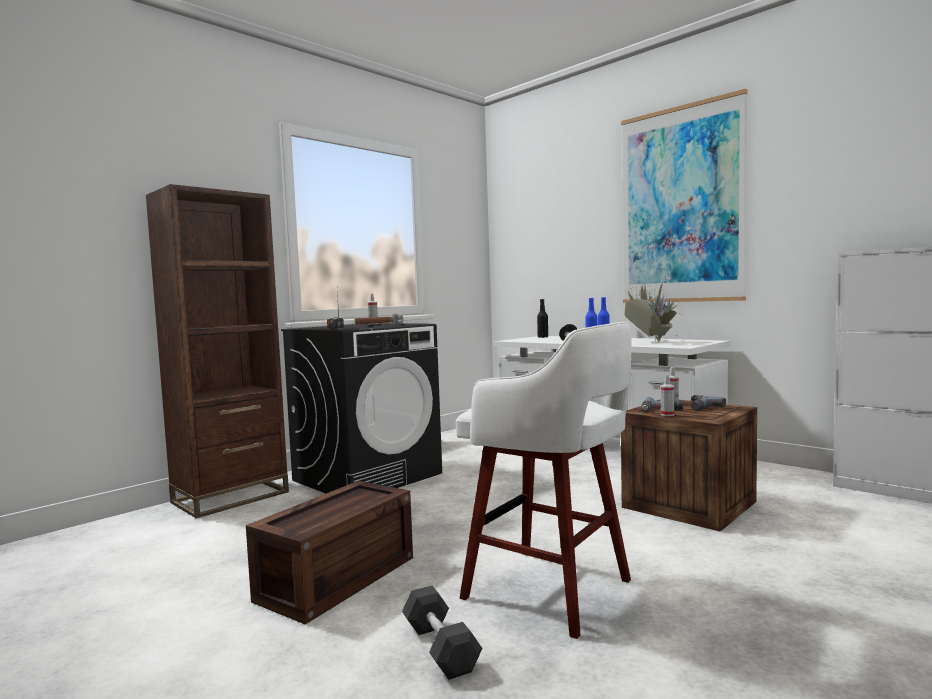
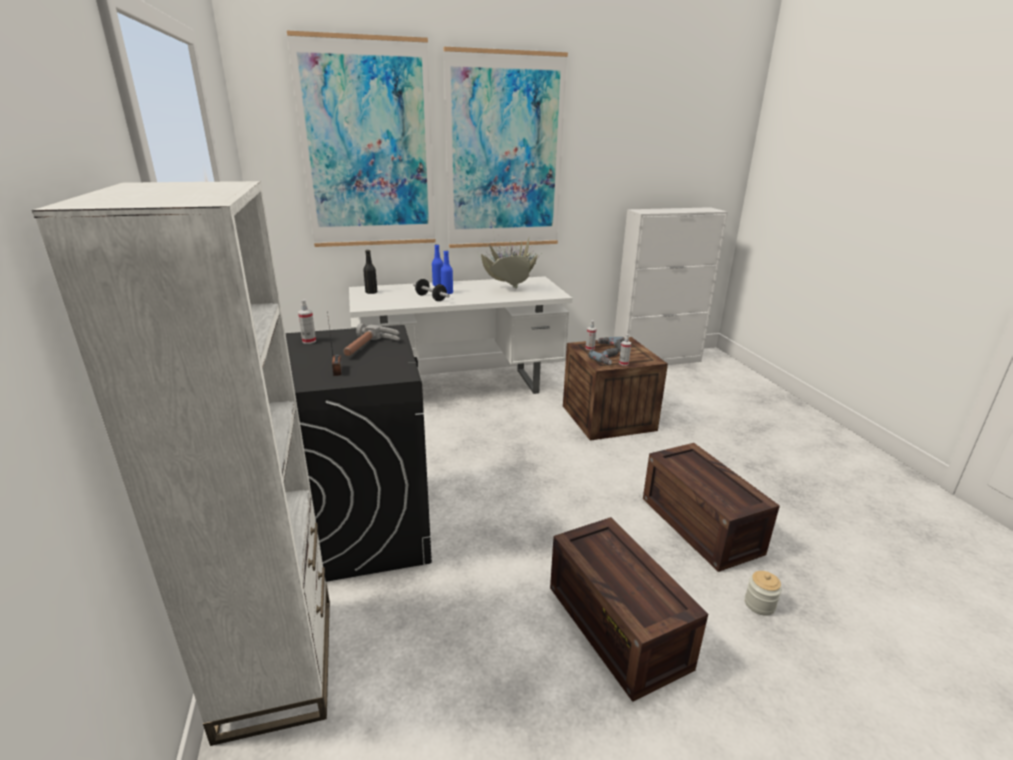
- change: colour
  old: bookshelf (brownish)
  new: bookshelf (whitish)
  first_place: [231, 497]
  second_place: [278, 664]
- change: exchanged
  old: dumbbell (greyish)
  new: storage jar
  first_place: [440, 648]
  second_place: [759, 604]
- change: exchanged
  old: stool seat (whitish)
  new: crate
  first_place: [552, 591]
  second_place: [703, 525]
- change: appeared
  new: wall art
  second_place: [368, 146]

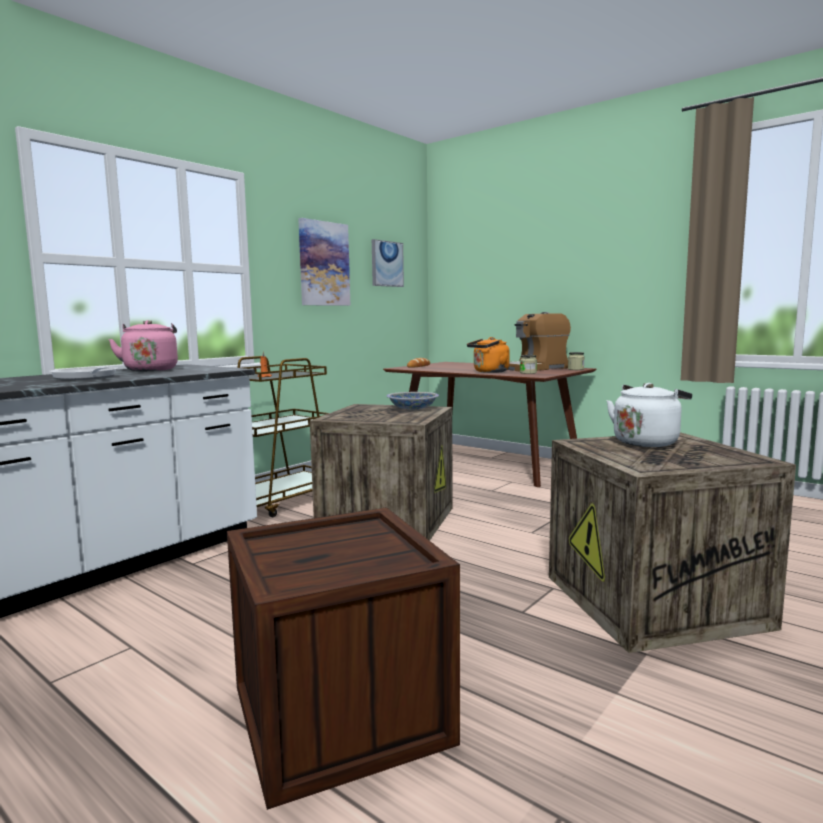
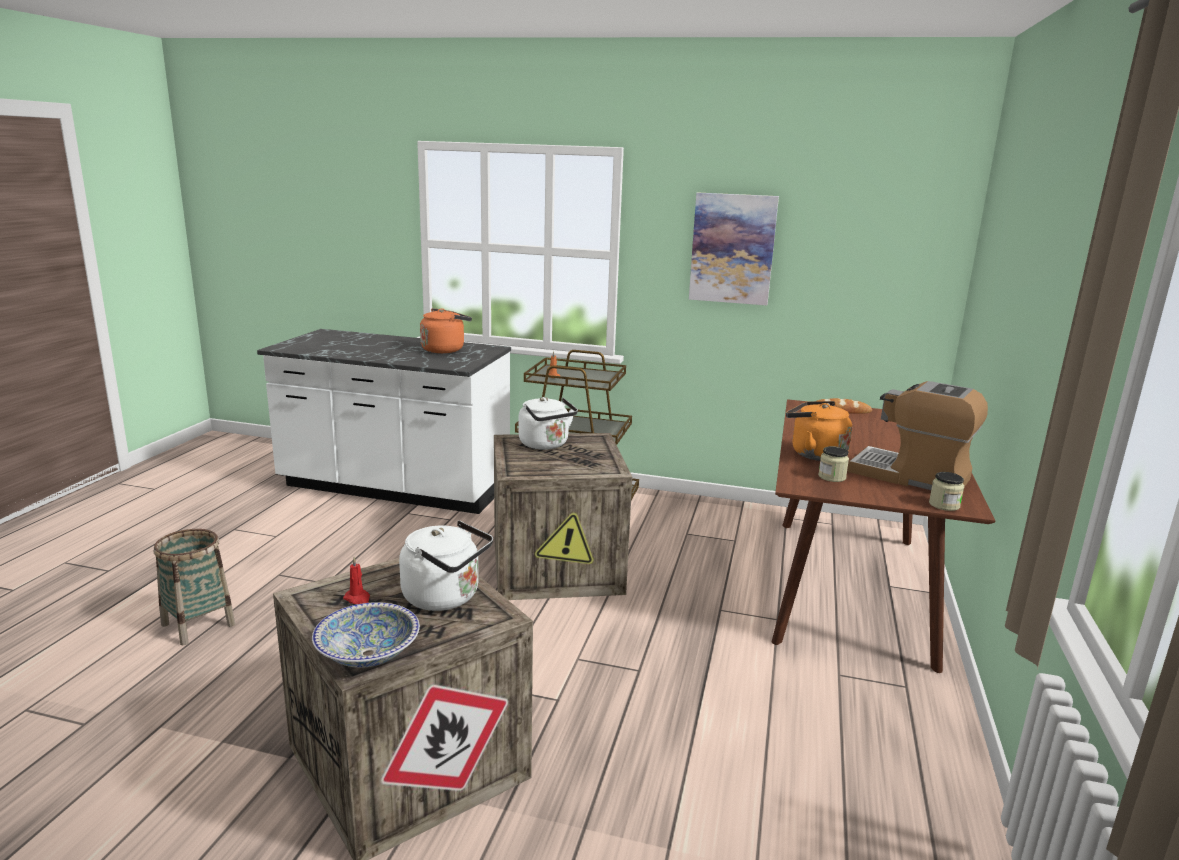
- change: missing
  old: frying pan
  first_place: [86, 378]
- change: colour
  old: tea kettle (pink-coloured)
  new: tea kettle (orange)
  first_place: [151, 370]
  second_place: [445, 349]
- change: exchanged
  old: crate
  new: storage basket
  first_place: [339, 713]
  second_place: [198, 624]
- change: missing
  old: wall art
  first_place: [387, 264]
- change: relocated
  old: serving bowl
  first_place: [412, 409]
  second_place: [368, 653]
- change: appeared
  new: wax light (red)
  second_place: [357, 598]
- change: appeared
  new: tea kettle (whitish)
  second_place: [546, 445]

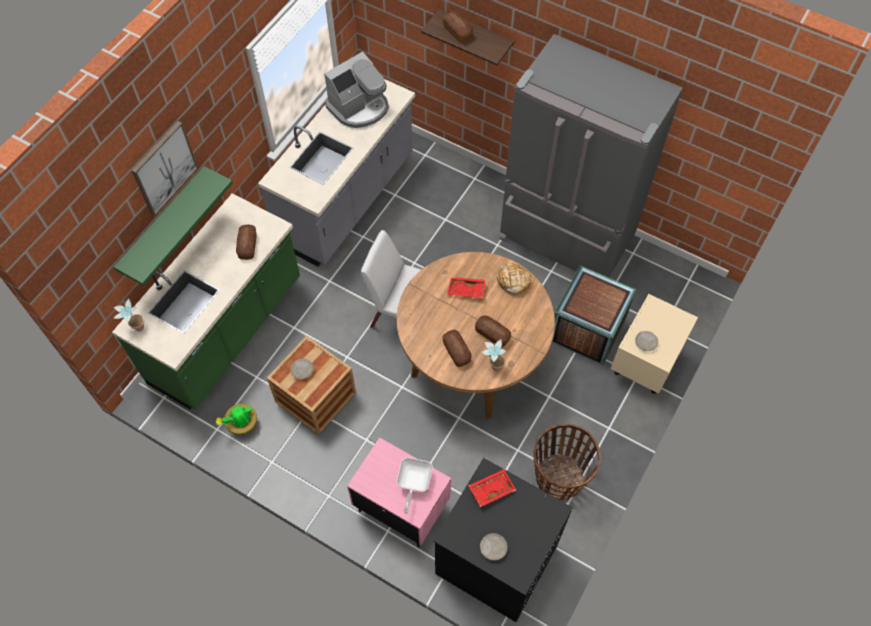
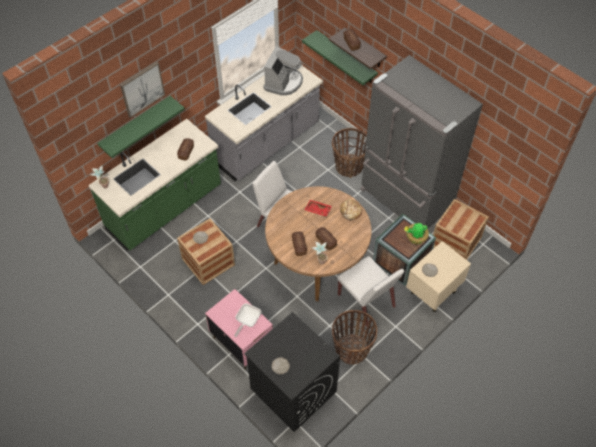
- change: relocated
  old: houseplant
  first_place: [242, 425]
  second_place: [415, 238]
- change: spun
  old: coffee machine
  first_place: [359, 108]
  second_place: [283, 82]
  degrees: -45
- change: missing
  old: tray (red)
  first_place: [491, 489]
- change: appeared
  new: bracket shelf (greenish)
  second_place: [346, 57]
- change: appeared
  new: storage basket
  second_place: [349, 166]
- change: appeared
  new: plain chair (whitish)
  second_place: [366, 301]
- change: appeared
  new: crate
  second_place: [455, 242]

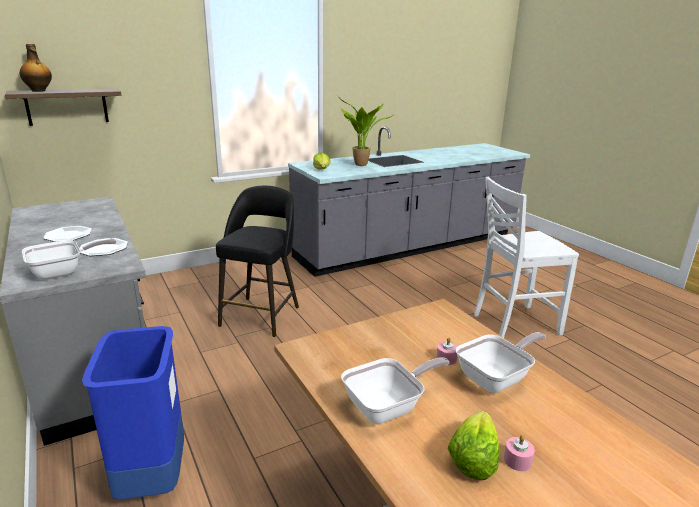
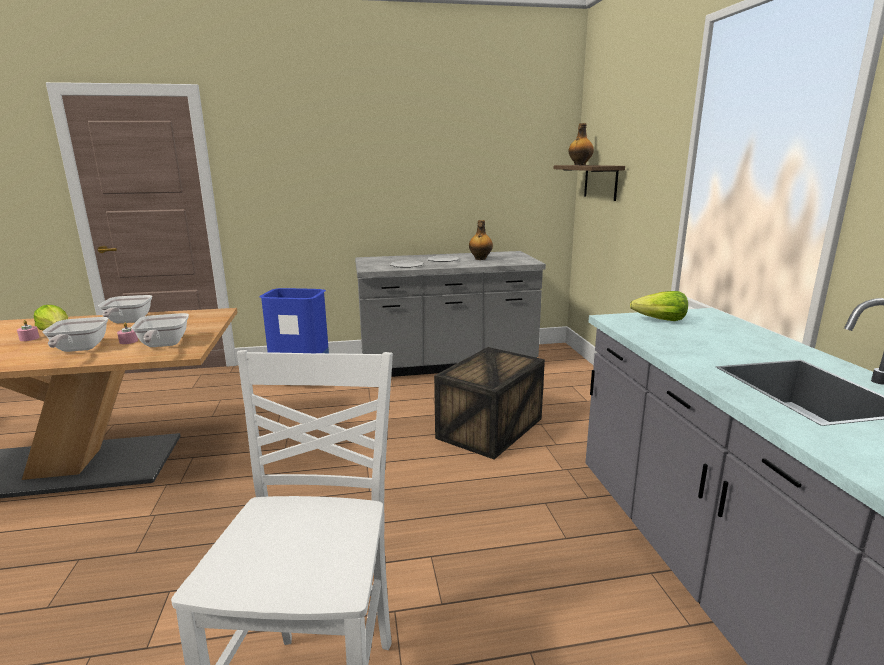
- change: relocated
  old: frying pan
  first_place: [63, 272]
  second_place: [163, 345]
- change: exchanged
  old: stool seat (black)
  new: crate
  first_place: [261, 315]
  second_place: [489, 429]
- change: missing
  old: houseplant
  first_place: [360, 165]
- change: appeared
  new: beverage bottle
  second_place: [480, 259]

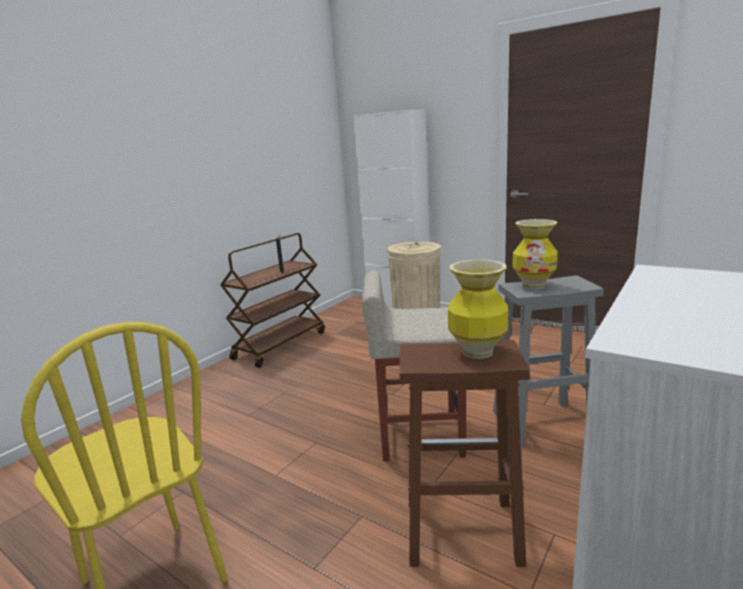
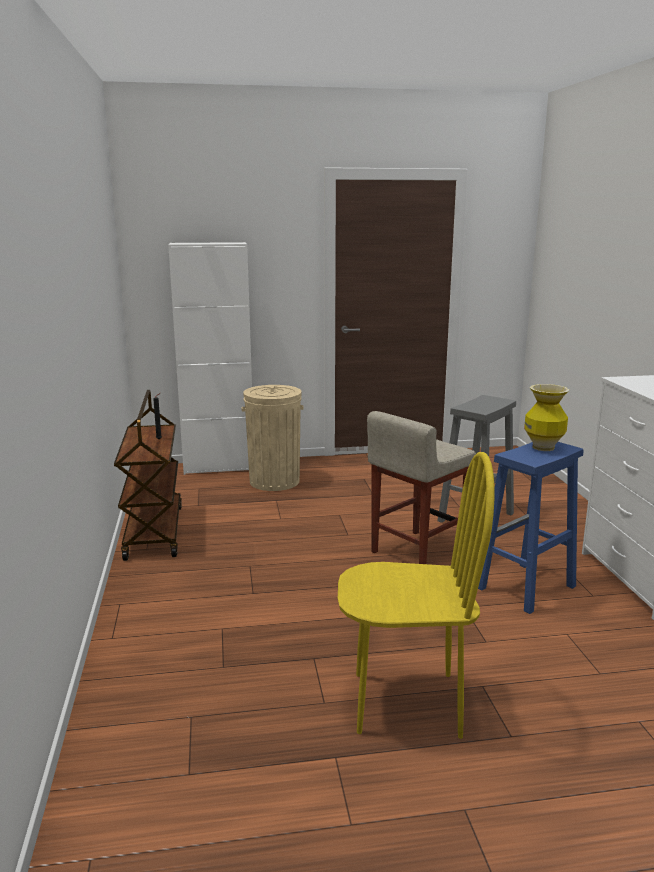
- change: colour
  old: stool seat (brownish)
  new: stool seat (blue)
  first_place: [459, 532]
  second_place: [525, 588]
- change: missing
  old: vase
  first_place: [534, 285]

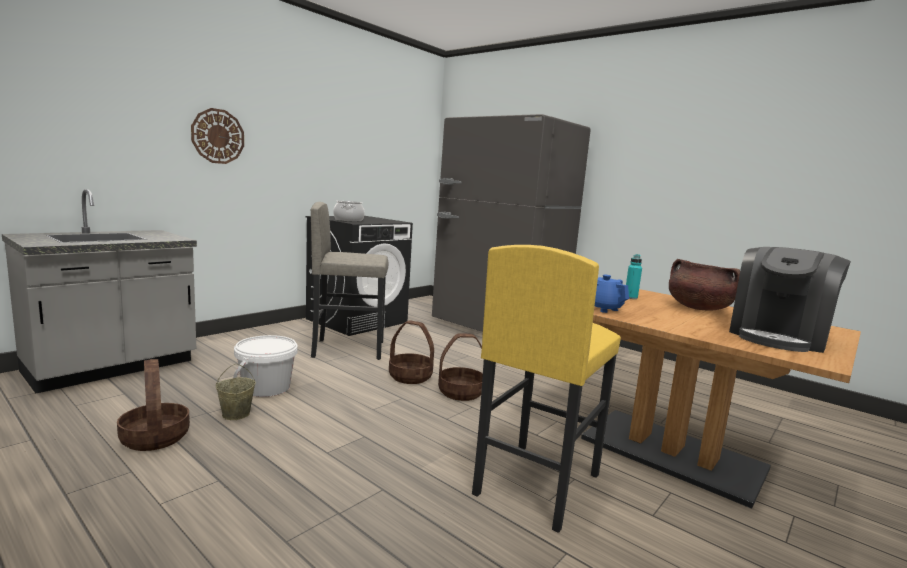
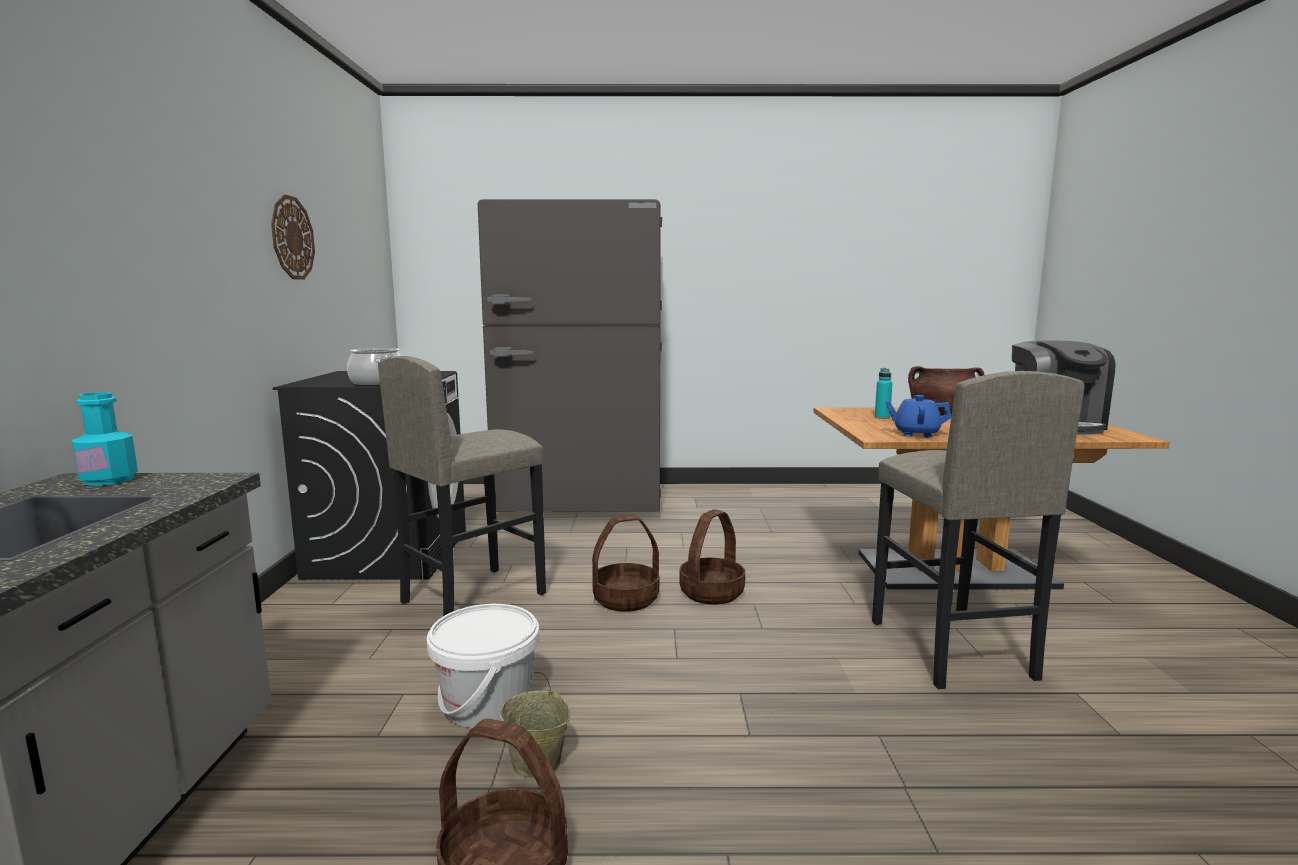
- change: relocated
  old: wall clock
  first_place: [218, 136]
  second_place: [292, 238]
- change: colour
  old: stool seat (yellow)
  new: stool seat (greyish)
  first_place: [536, 484]
  second_place: [949, 649]
- change: appeared
  new: beverage bottle (turquoise)
  second_place: [109, 480]

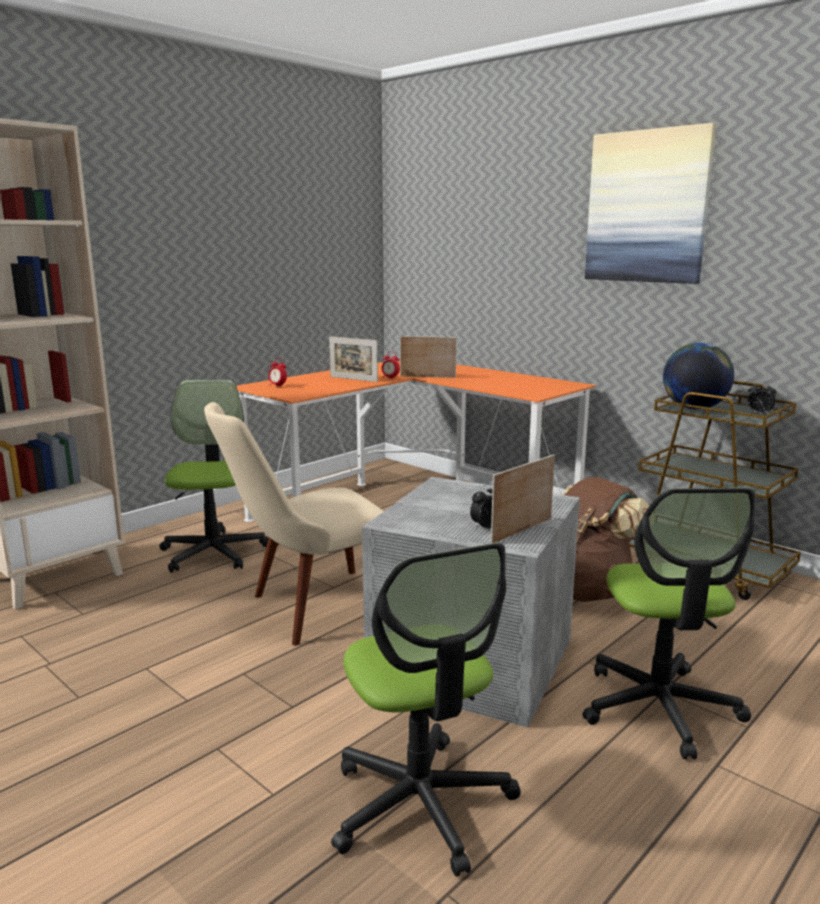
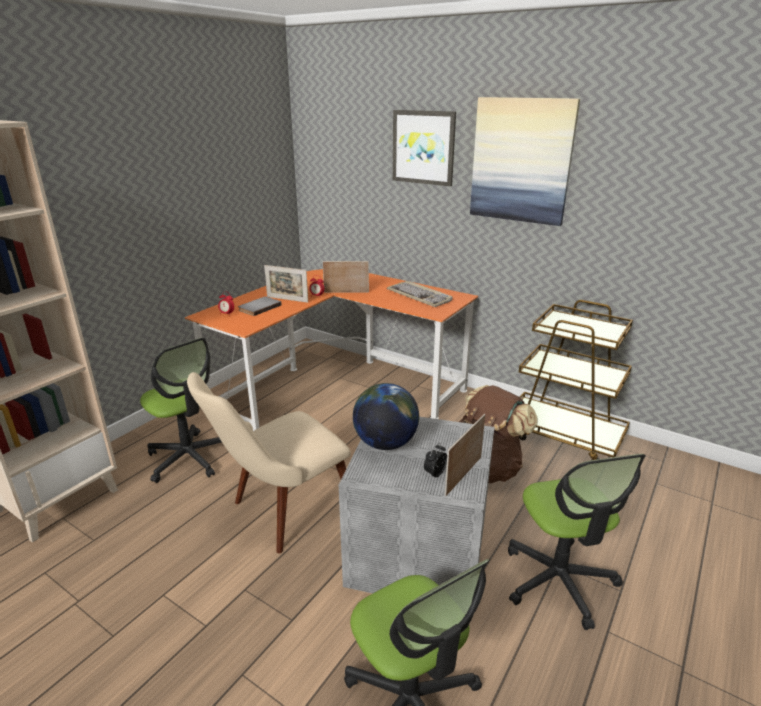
- change: spun
  old: office chair
  first_place: [213, 552]
  second_place: [190, 457]
  degrees: 150
- change: relocated
  old: globe
  first_place: [694, 408]
  second_place: [385, 443]
- change: missing
  old: table clock
  first_place: [759, 414]
- change: appeared
  new: book (greyish)
  second_place: [259, 307]
- change: appeared
  new: computer keyboard
  second_place: [420, 296]
- change: appeared
  new: wall art
  second_place: [423, 147]

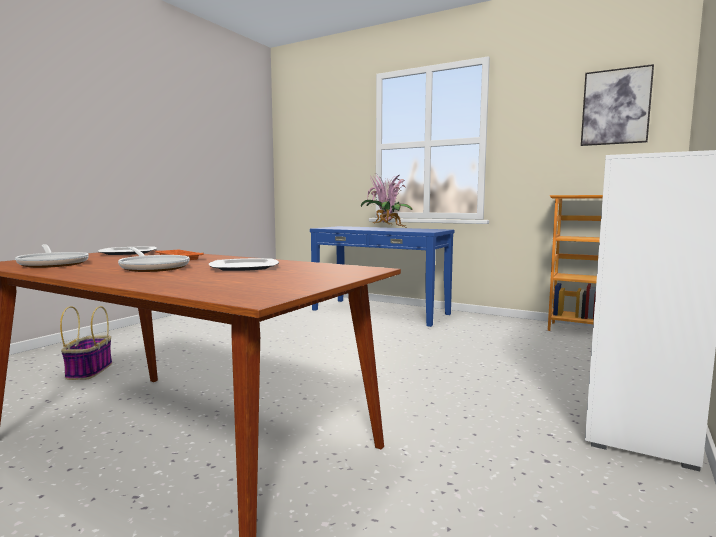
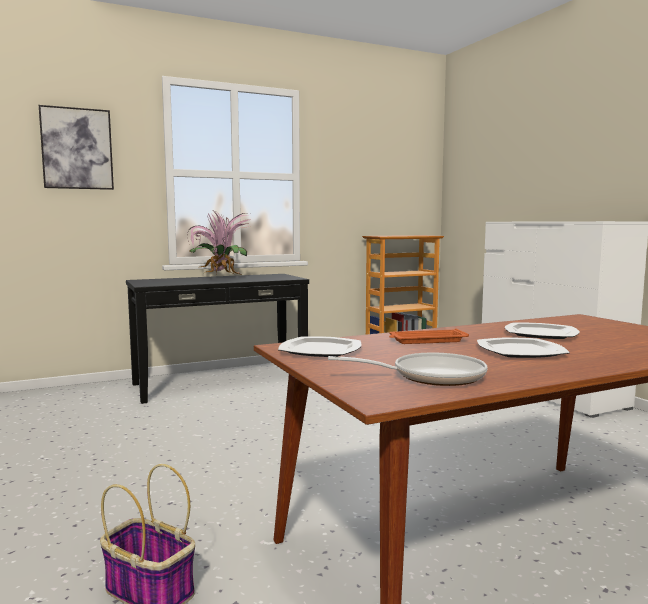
- change: exchanged
  old: frying pan
  new: plate
  first_place: [153, 267]
  second_place: [519, 351]
- change: colour
  old: hall table (blue)
  new: hall table (black)
  first_place: [380, 312]
  second_place: [220, 383]
- change: relocated
  old: wall art
  first_place: [615, 107]
  second_place: [77, 148]

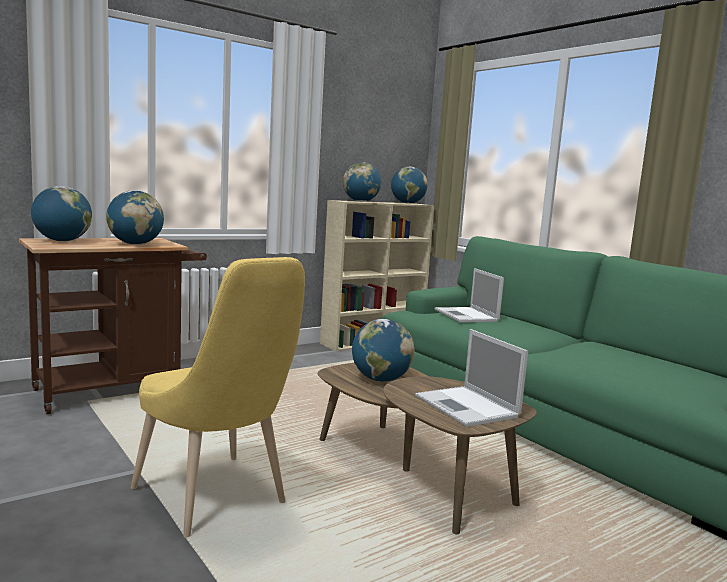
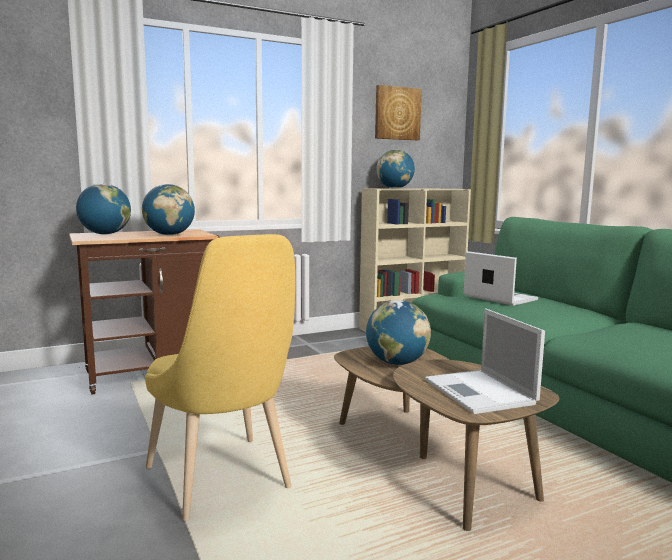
- change: missing
  old: globe
  first_place: [407, 203]
- change: spun
  old: laptop
  first_place: [466, 316]
  second_place: [498, 297]
  degrees: 150
- change: appeared
  new: wall art
  second_place: [397, 113]

